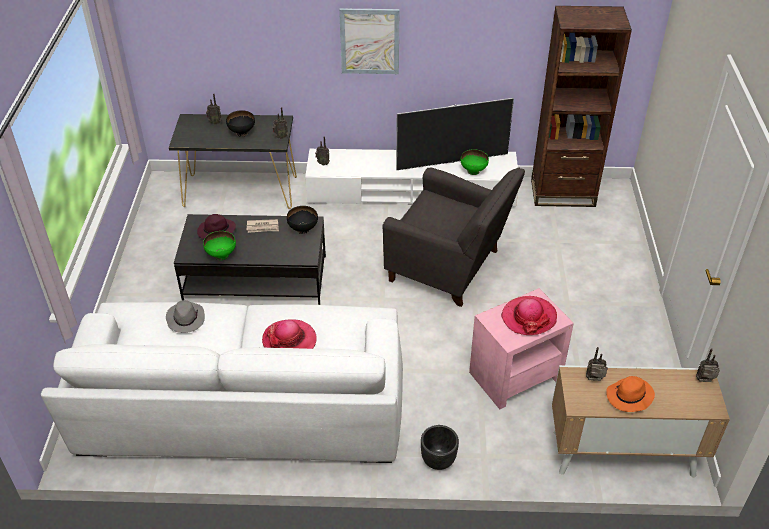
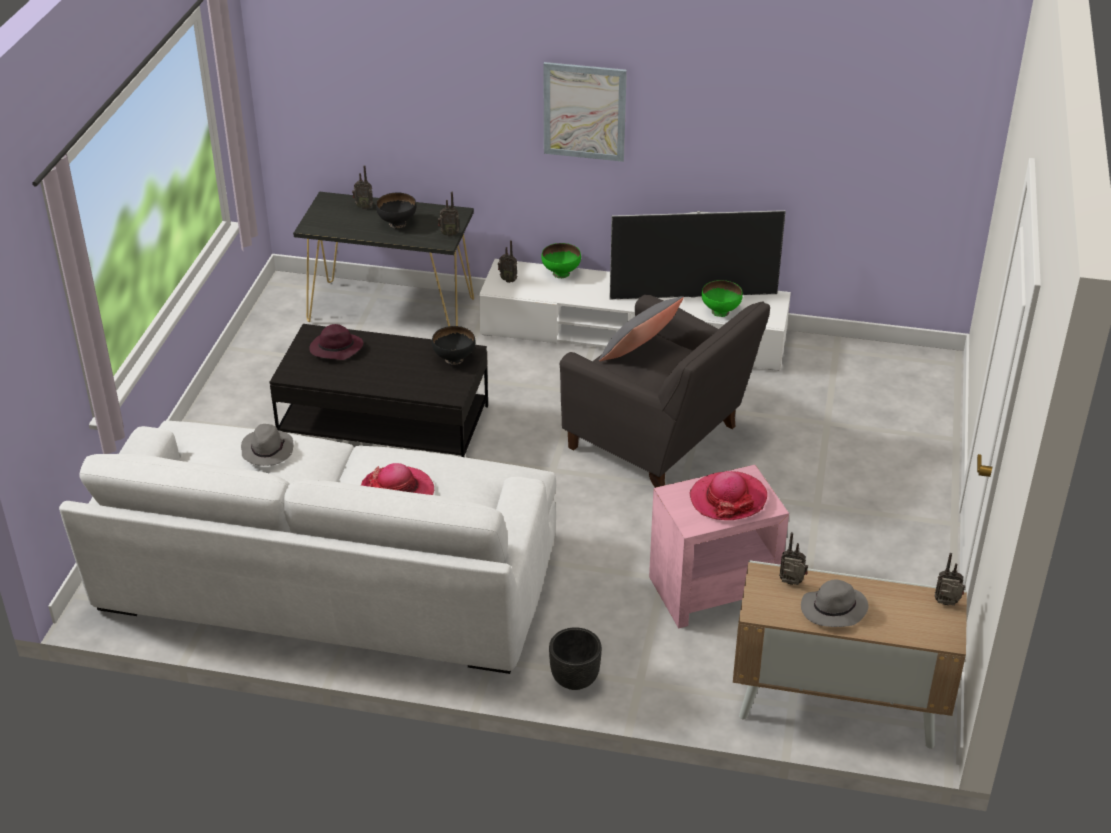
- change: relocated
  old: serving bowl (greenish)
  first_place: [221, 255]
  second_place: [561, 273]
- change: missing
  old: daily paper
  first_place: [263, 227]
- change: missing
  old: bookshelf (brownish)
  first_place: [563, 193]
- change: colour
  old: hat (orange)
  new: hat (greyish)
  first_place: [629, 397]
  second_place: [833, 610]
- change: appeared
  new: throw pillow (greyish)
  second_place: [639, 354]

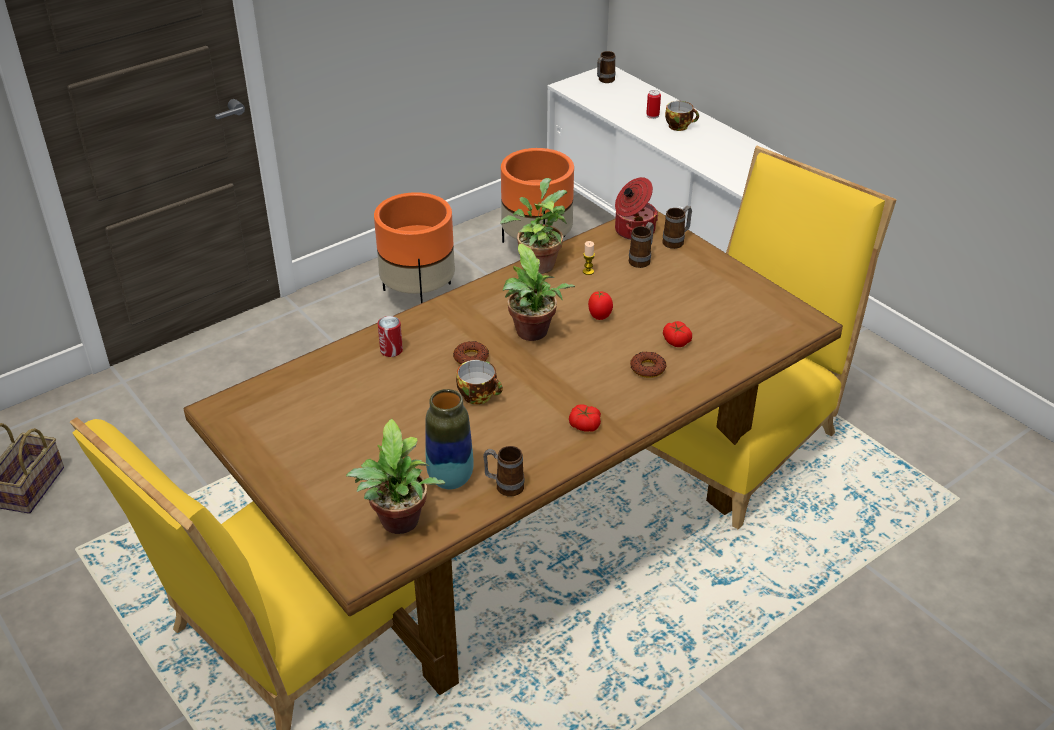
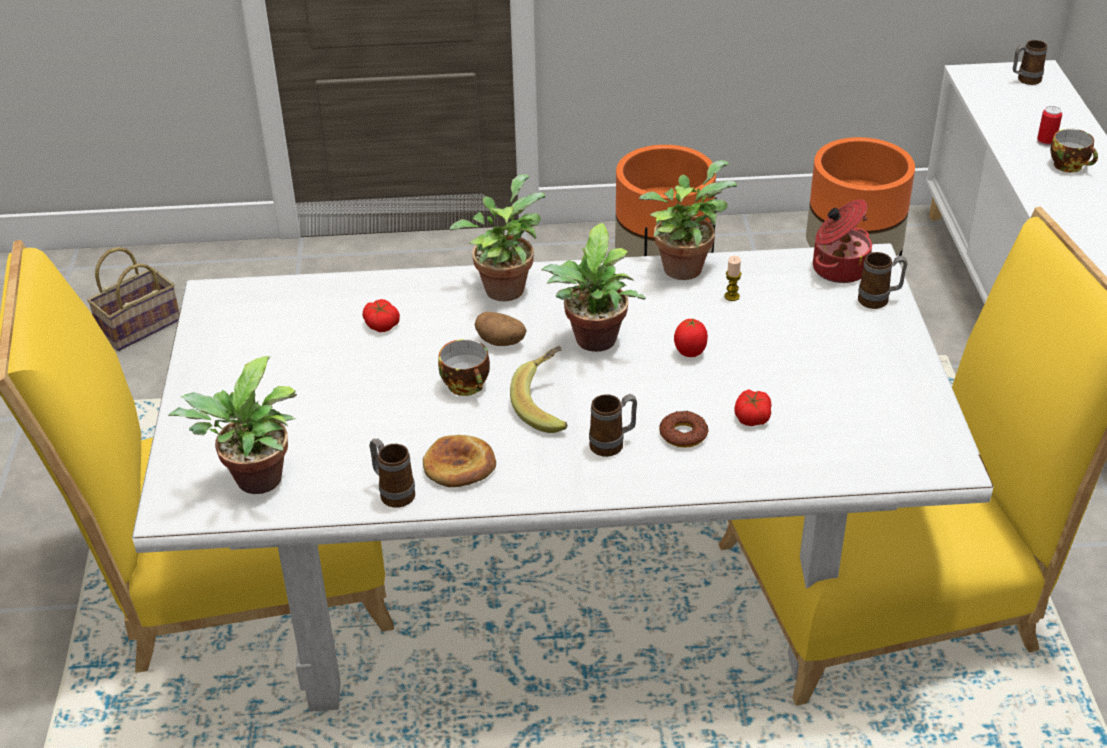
- change: colour
  old: kitchen table (brownish)
  new: kitchen table (whitish)
  first_place: [526, 526]
  second_place: [555, 581]
- change: missing
  old: metal can
  first_place: [391, 350]
- change: missing
  old: vase
  first_place: [450, 479]
- change: exchanged
  old: donut
  new: whole potato
  first_place: [471, 358]
  second_place: [501, 342]
- change: relocated
  old: fresh tomato
  first_place: [584, 425]
  second_place: [381, 324]
- change: relocated
  old: coffee mug
  first_place: [642, 260]
  second_place: [613, 444]
- change: appeared
  new: bread
  second_place: [459, 466]
- change: appeared
  new: houseplant
  second_place: [504, 286]
- change: appeared
  new: banana
  second_place: [549, 405]

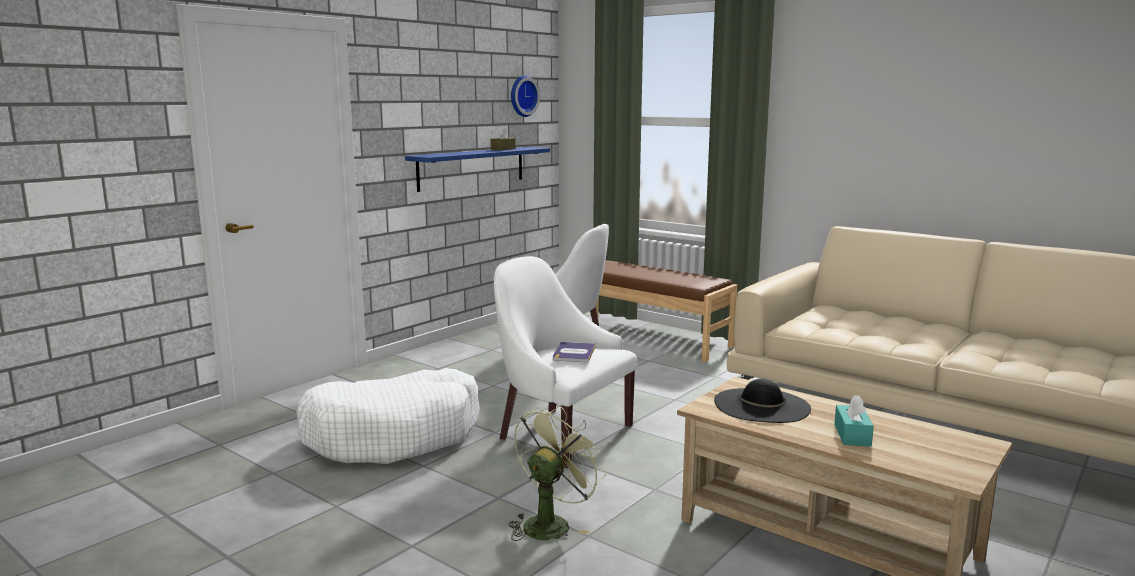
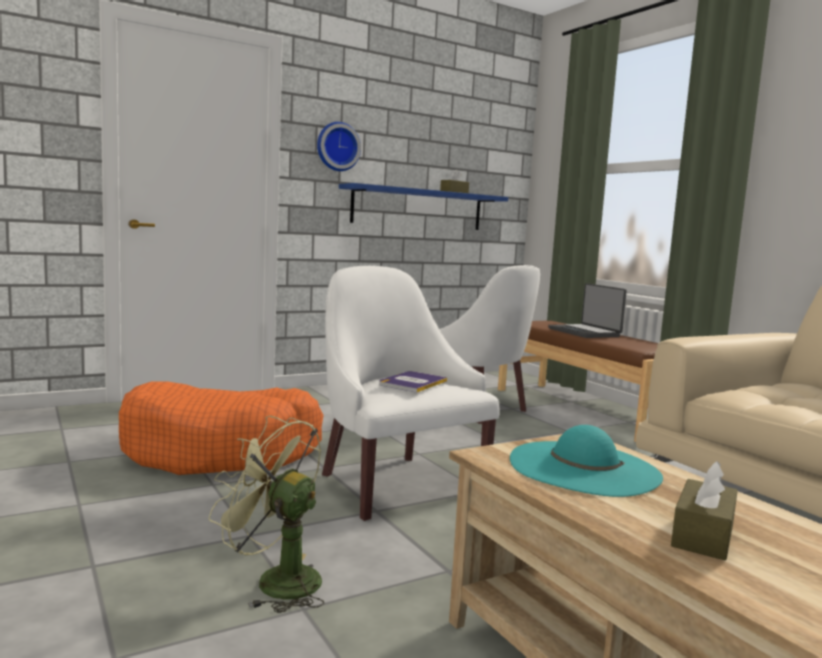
- change: colour
  old: pet bed (whitish)
  new: pet bed (orange)
  first_place: [394, 435]
  second_place: [221, 451]
- change: spun
  old: cooling fan (greenish)
  first_place: [551, 523]
  second_place: [276, 580]
  degrees: -120
- change: relocated
  old: wall clock
  first_place: [522, 96]
  second_place: [337, 147]
- change: colour
  old: hat (black)
  new: hat (turquoise)
  first_place: [761, 405]
  second_place: [583, 467]
- change: colour
  old: tissue holder (turquoise)
  new: tissue holder (brownish)
  first_place: [852, 435]
  second_place: [703, 535]
- change: appeared
  new: laptop
  second_place: [585, 332]

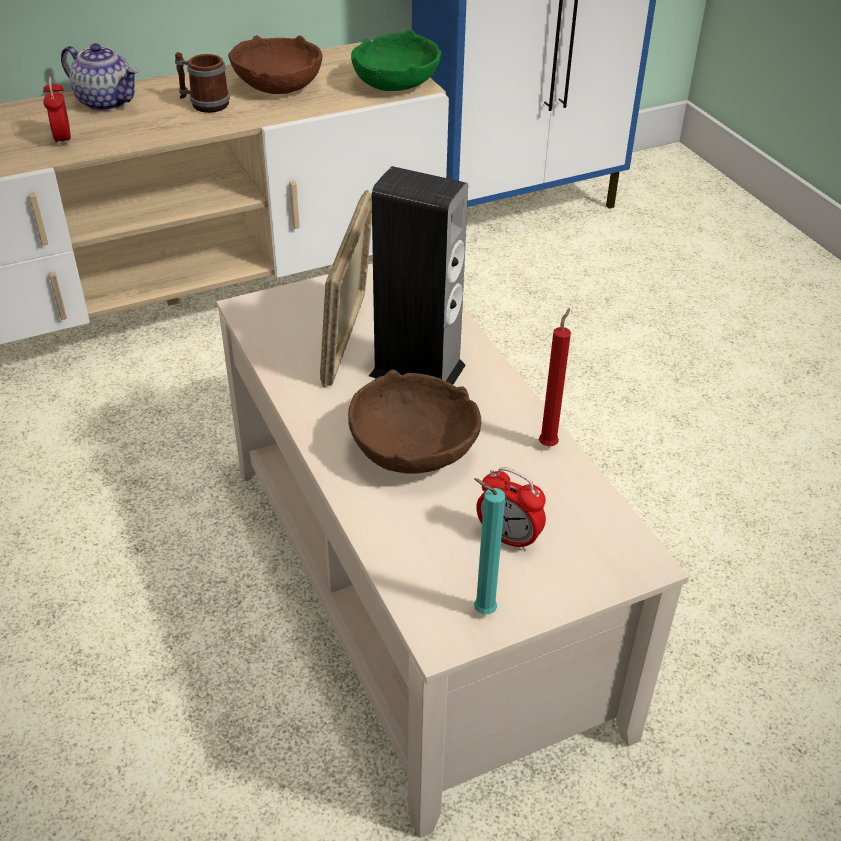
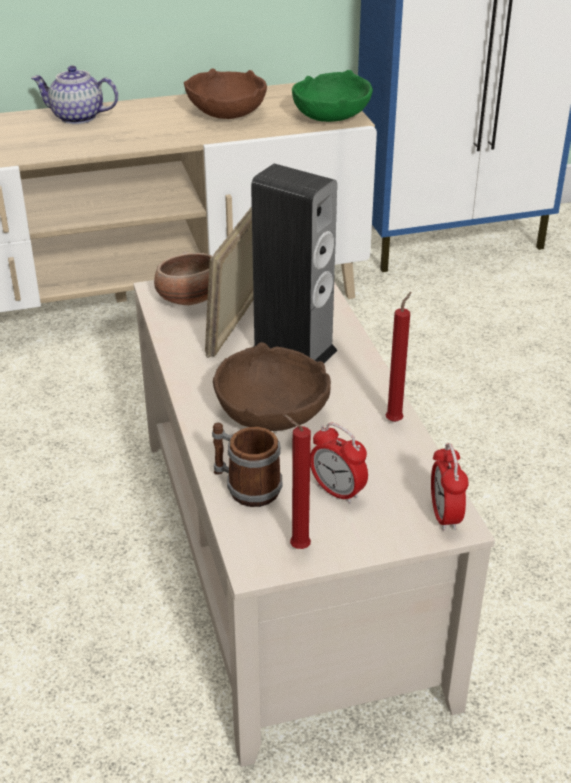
- change: relocated
  old: table clock
  first_place: [63, 139]
  second_place: [444, 516]
- change: spun
  old: pot for tea
  first_place: [107, 102]
  second_place: [77, 117]
  degrees: 150
- change: relocated
  old: coffee mug
  first_place: [203, 103]
  second_place: [245, 487]
- change: colour
  old: wax light (turquoise)
  new: wax light (red)
  first_place: [481, 611]
  second_place: [296, 547]
- change: appeared
  new: serving bowl
  second_place: [190, 299]

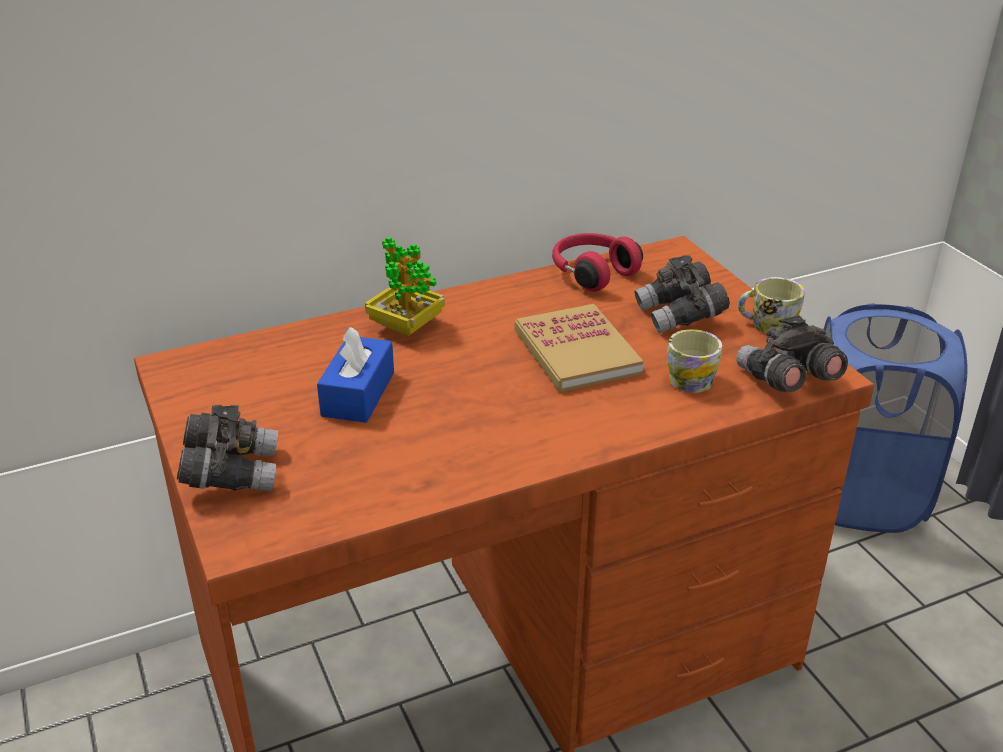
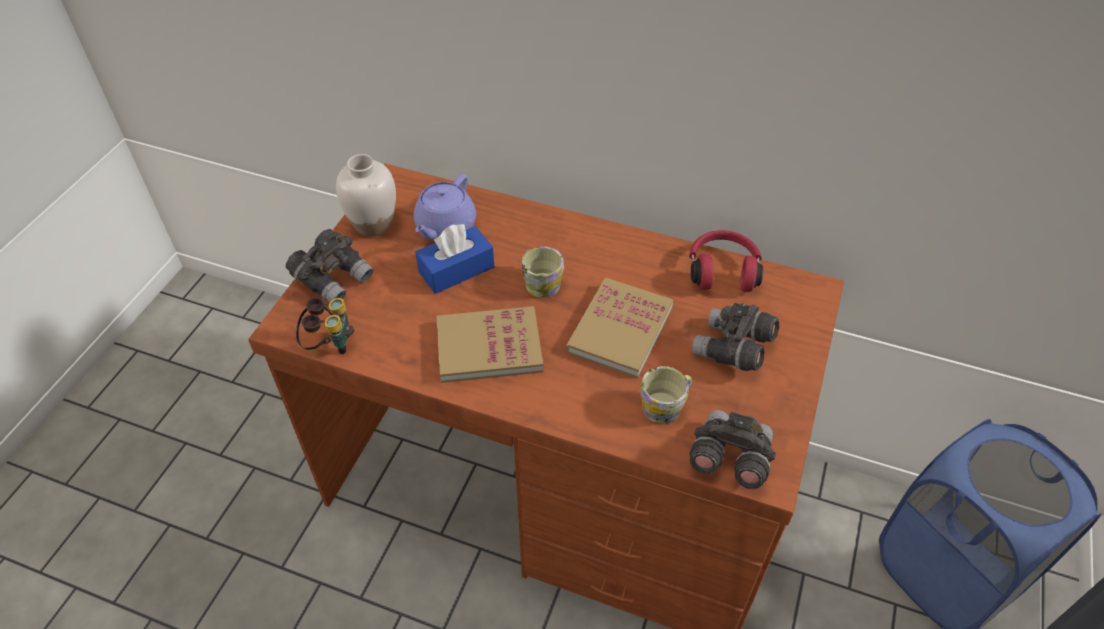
- change: missing
  old: houseplant
  first_place: [406, 326]
- change: relocated
  old: coffee mug
  first_place: [766, 324]
  second_place: [540, 282]
- change: appeared
  new: binoculars
  second_place: [329, 344]
- change: appeared
  new: vase (whitish)
  second_place: [373, 225]
- change: appeared
  new: pot for tea (purple-coloured)
  second_place: [445, 227]
- change: appeared
  new: book
  second_place: [489, 347]

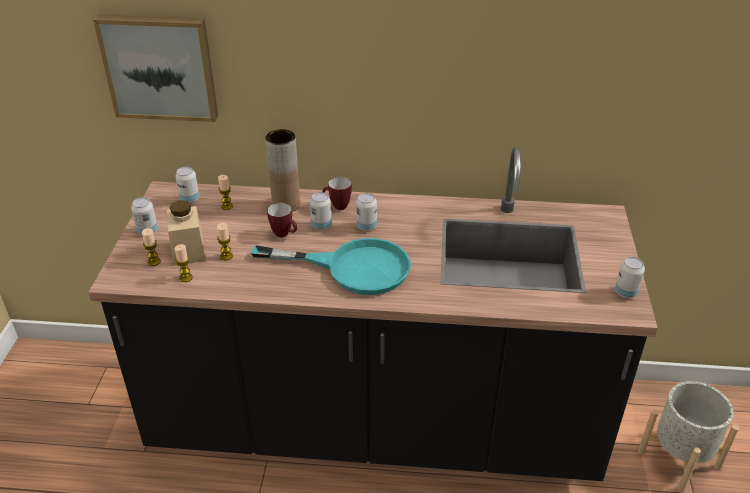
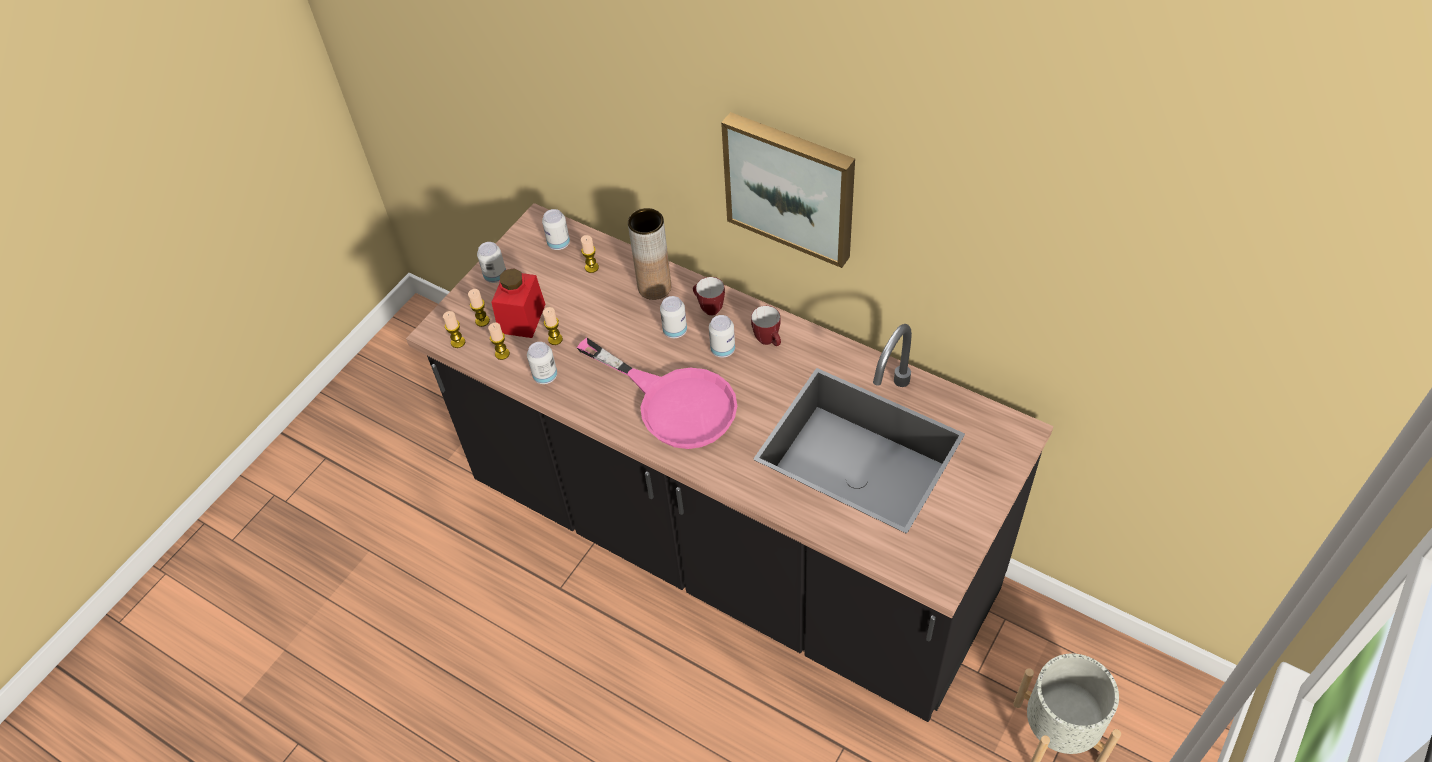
- change: relocated
  old: wall art
  first_place: [160, 67]
  second_place: [791, 186]
- change: colour
  old: storage jar (sand-coloured)
  new: storage jar (red)
  first_place: [188, 251]
  second_place: [522, 318]
- change: colour
  old: frying pan (turquoise)
  new: frying pan (pink-coloured)
  first_place: [353, 268]
  second_place: [674, 402]
- change: relocated
  old: coffee mug
  first_place: [284, 234]
  second_place: [769, 342]
- change: relocated
  old: metal can
  first_place: [625, 292]
  second_place: [545, 376]
- change: appeared
  new: wax light
  second_place: [458, 342]

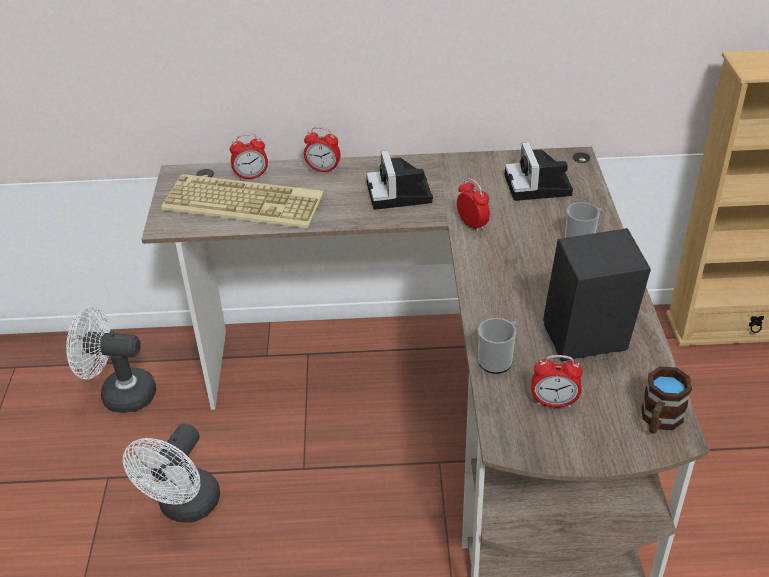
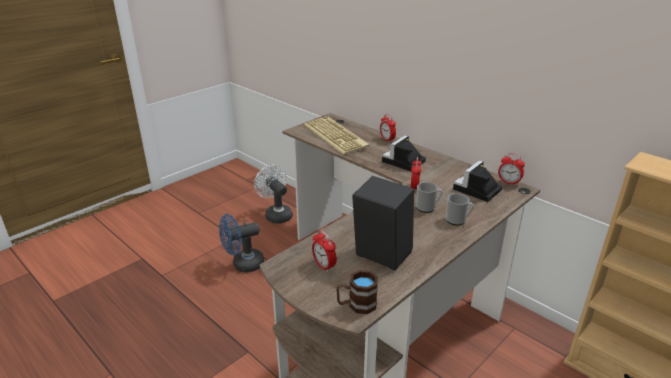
- change: colour
  old: cooling fan (whitish)
  new: cooling fan (blue)
  first_place: [185, 508]
  second_place: [243, 265]
- change: relocated
  old: table clock
  first_place: [251, 176]
  second_place: [509, 182]
- change: relocated
  old: coffee mug
  first_place: [498, 360]
  second_place: [427, 208]

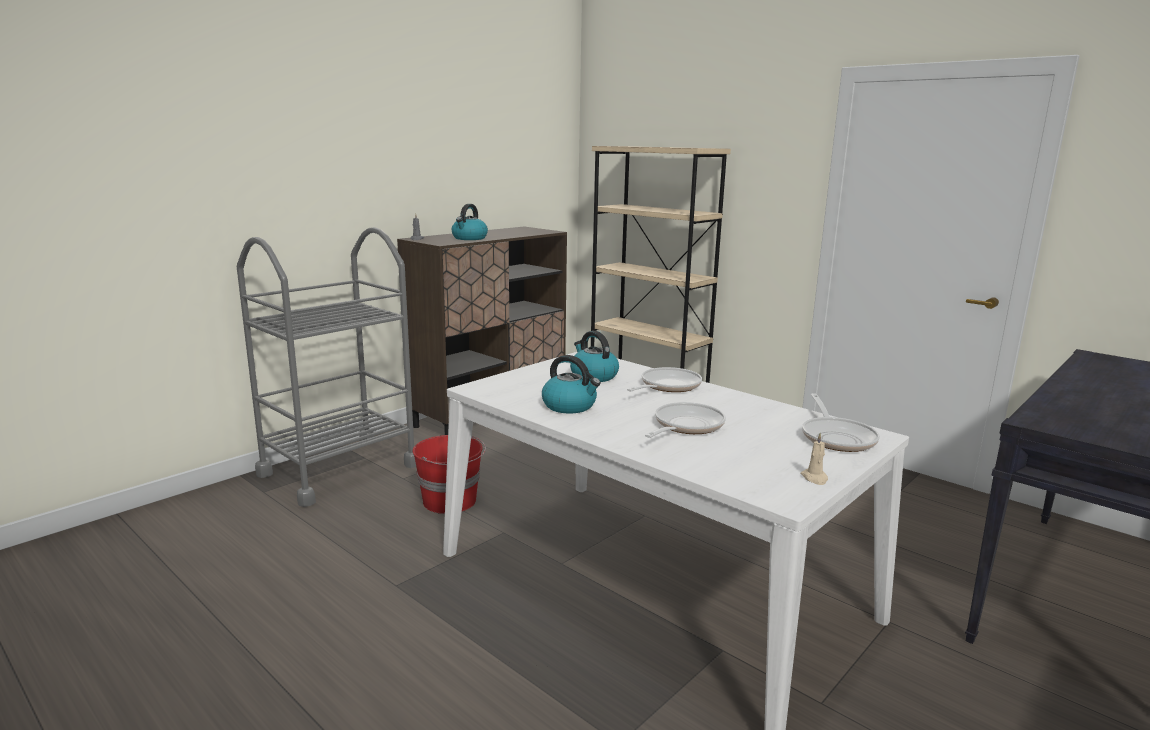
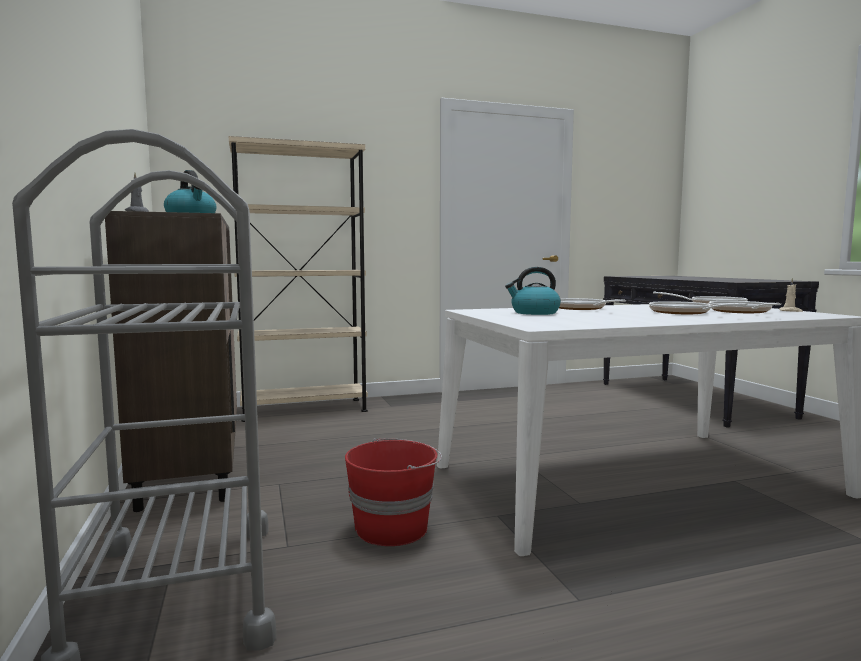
- change: missing
  old: tea kettle
  first_place: [570, 406]
- change: appeared
  new: frying pan
  second_place: [741, 312]

